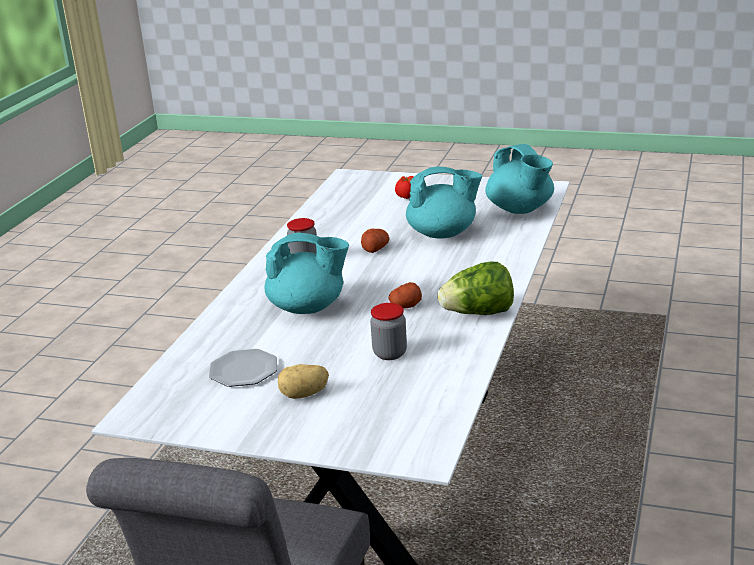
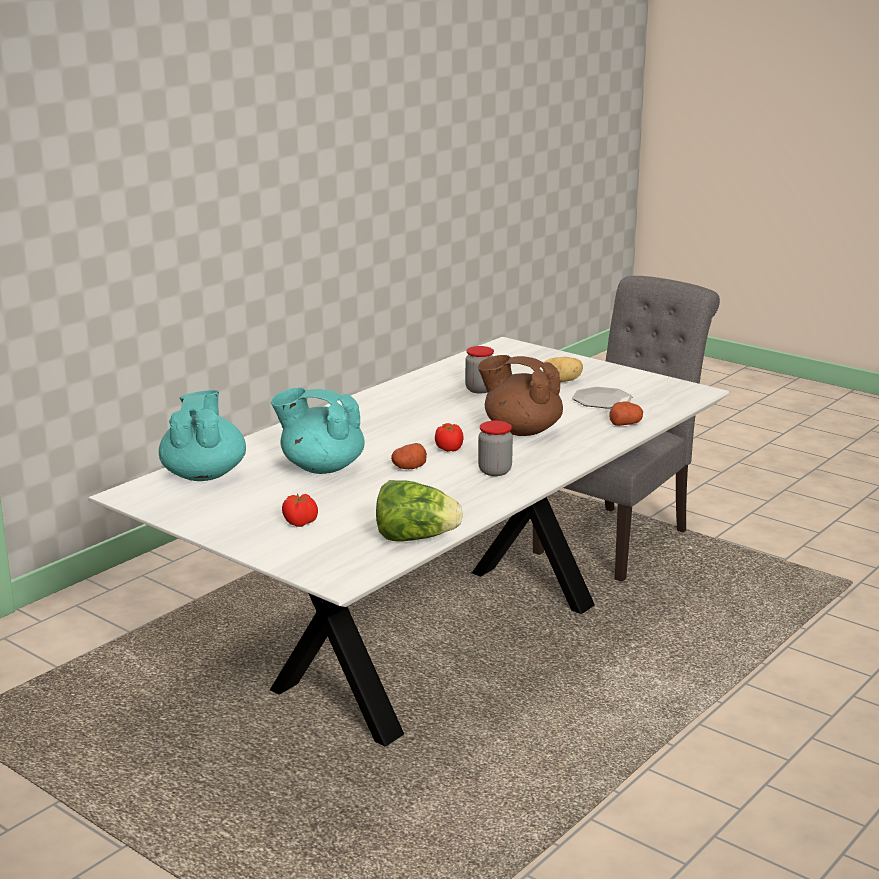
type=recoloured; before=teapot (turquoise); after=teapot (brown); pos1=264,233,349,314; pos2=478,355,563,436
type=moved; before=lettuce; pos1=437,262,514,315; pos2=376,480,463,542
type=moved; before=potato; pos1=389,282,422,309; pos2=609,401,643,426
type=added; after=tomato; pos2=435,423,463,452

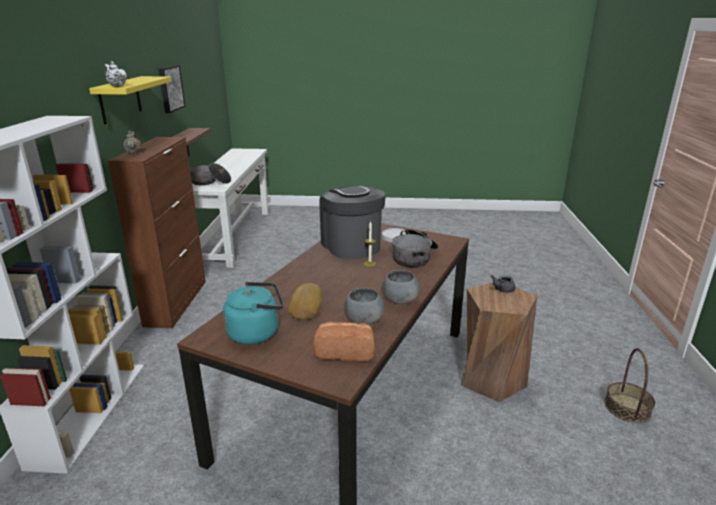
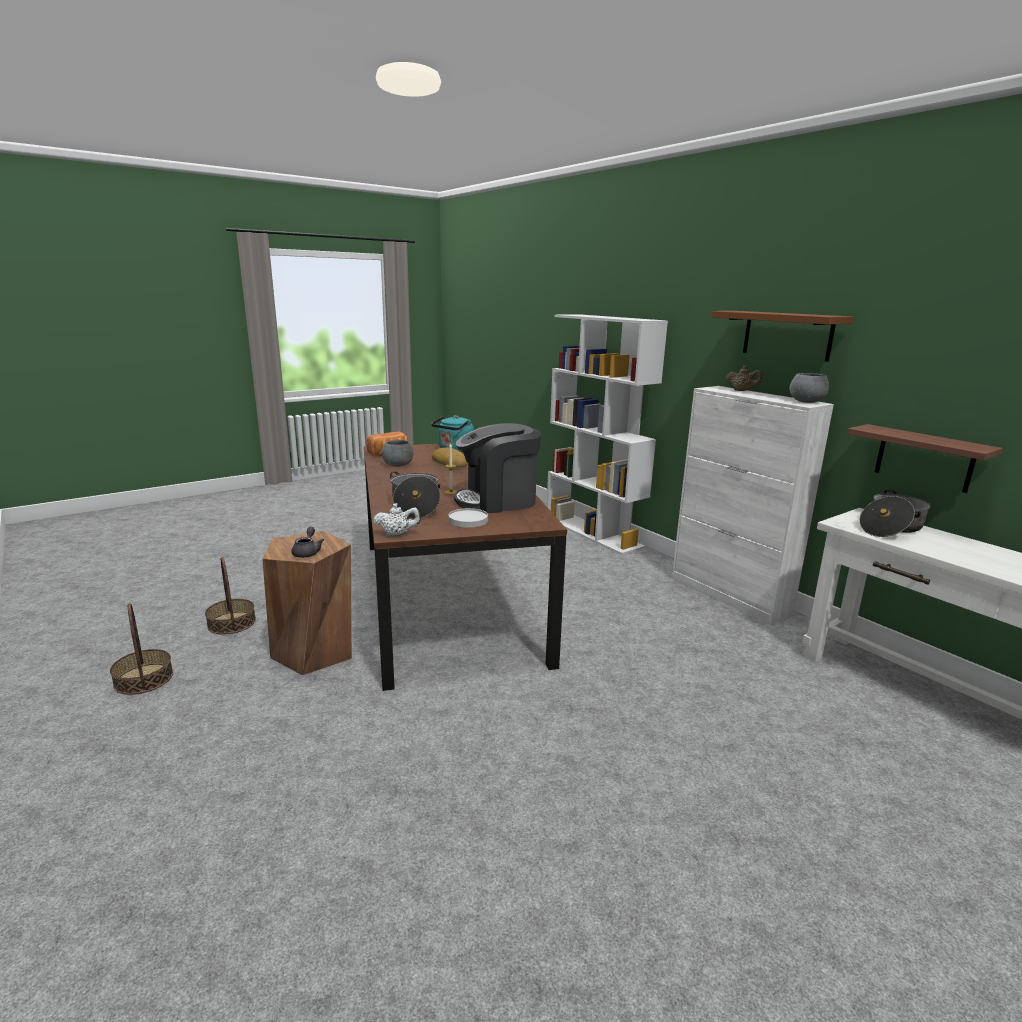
type=moved; before=teapot (white); pos1=104,61,127,87; pos2=373,503,421,536
type=removed; before=picture; pos1=158,65,186,113
type=recoloured; before=shelf (yellow); after=shelf (brown); pos1=89,76,172,124; pos2=712,311,854,362
type=recoloured; before=cabinet (brown); after=cabinet (white); pos1=108,137,206,328; pos2=672,386,834,625
type=turned; before=coffee machine; pos1=319,186,386,259; pos2=454,423,541,513; turn=135
type=moved; before=bowl (grey); pos1=382,270,419,304; pos2=789,373,829,403
type=added; after=basket; pos2=205,557,256,635

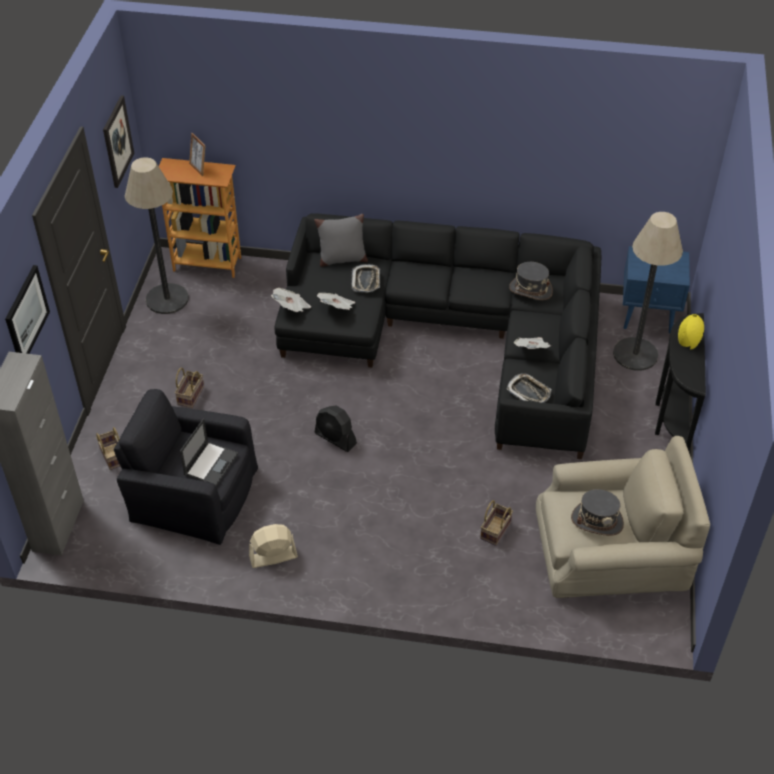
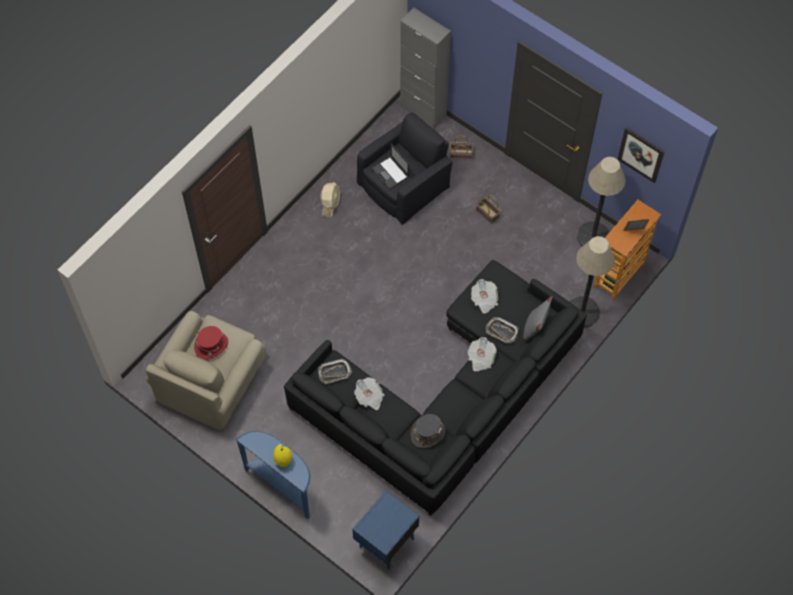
type=moved; before=floor lamp; pos1=613,212,683,371; pos2=569,236,615,328
type=removed; before=picture; pos1=5,265,50,354
type=moved; before=newspaper; pos1=271,288,311,312; pos2=467,337,497,371
type=recoloured; before=console table (black); after=console table (blue); pos1=655,313,706,451; pos2=236,431,310,519
type=removed; before=fan (black); pos1=315,406,357,452
type=recoloured; before=hat (grey); after=hat (red); pos1=571,489,624,536; pos2=194,326,228,360
type=removed; before=basket; pos1=480,500,513,546

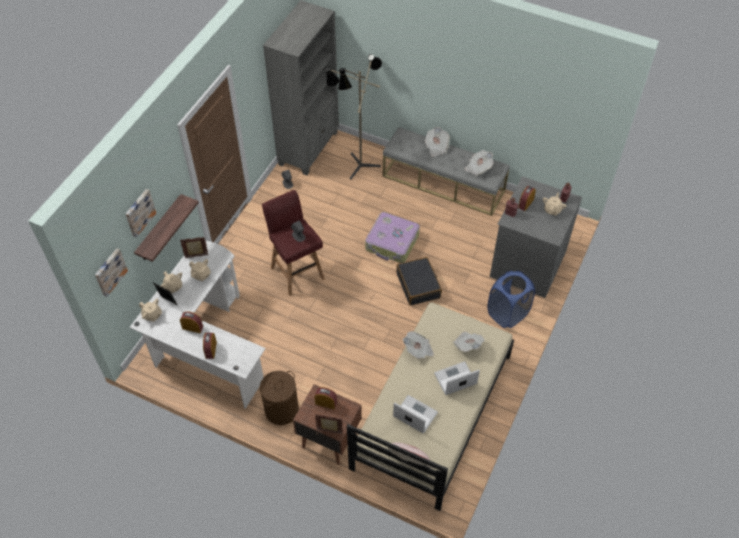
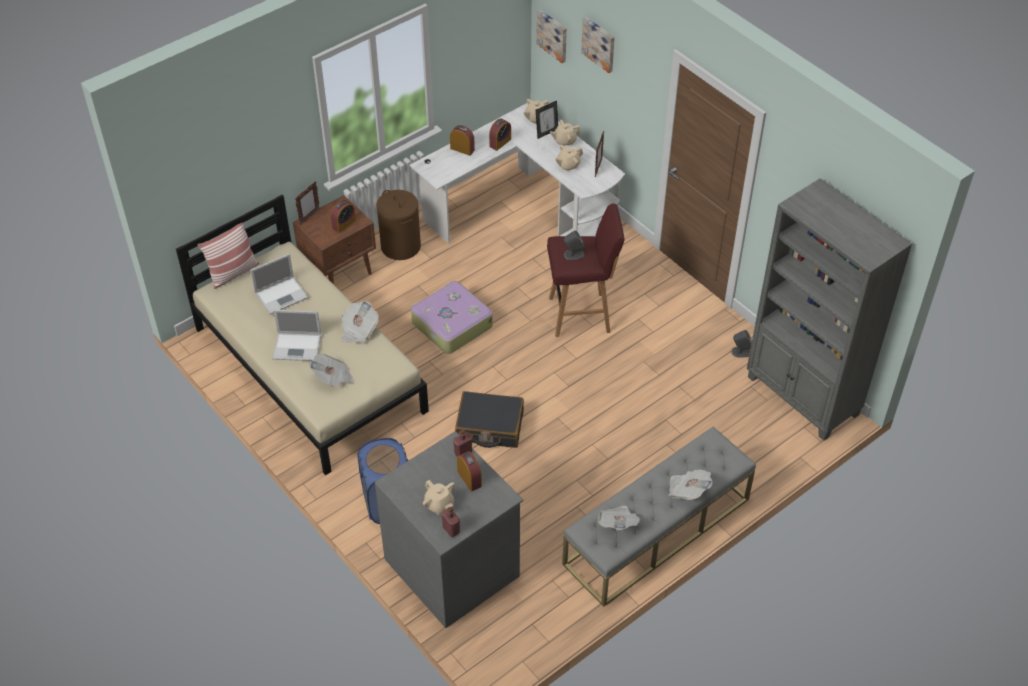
type=removed; before=floor lamp; pos1=324,54,382,179
type=removed; before=shelf; pos1=134,194,199,262
type=moved; before=suitcase; pos1=365,212,420,263; pos2=411,281,493,354
type=turned; before=laptop; pos1=434,361,480,395; pos2=272,310,321,361; turn=90

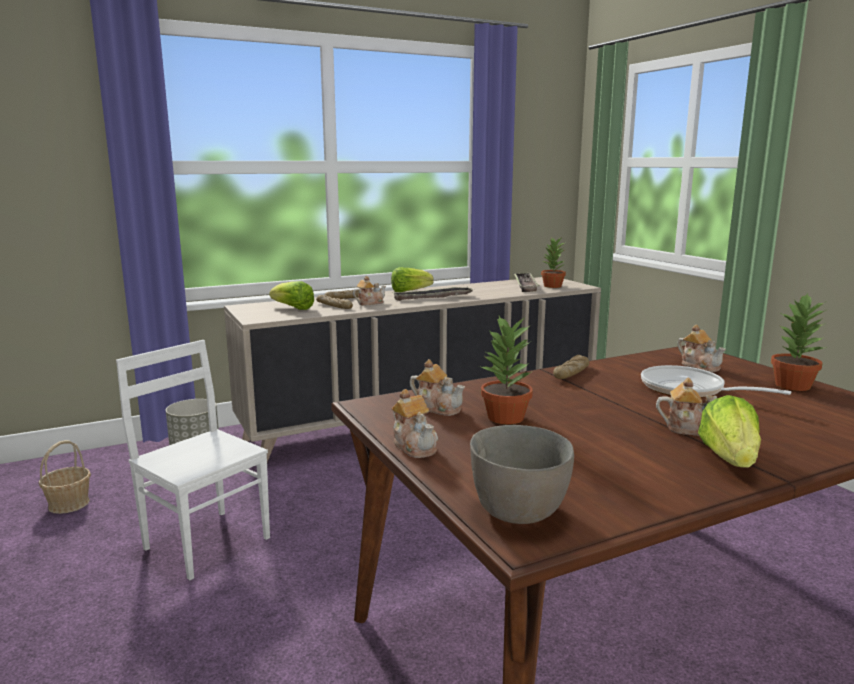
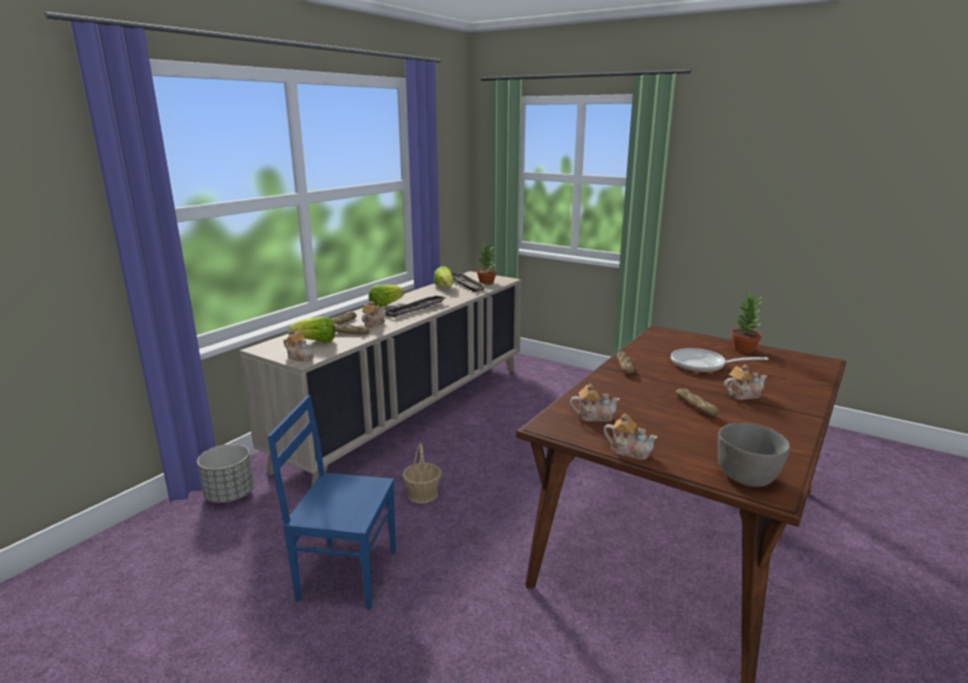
type=removed; before=potted plant; pos1=479,316,533,424
type=moved; before=teapot; pos1=677,324,726,372; pos2=283,329,314,362
type=recoloured; before=chair (white); after=chair (blue); pos1=116,340,270,580; pos2=267,395,396,610
type=moved; before=lettuce; pos1=698,395,761,468; pos2=434,266,453,288
type=moved; before=basket; pos1=39,440,91,514; pos2=403,443,441,503
type=added; after=bread; pos2=676,389,719,416

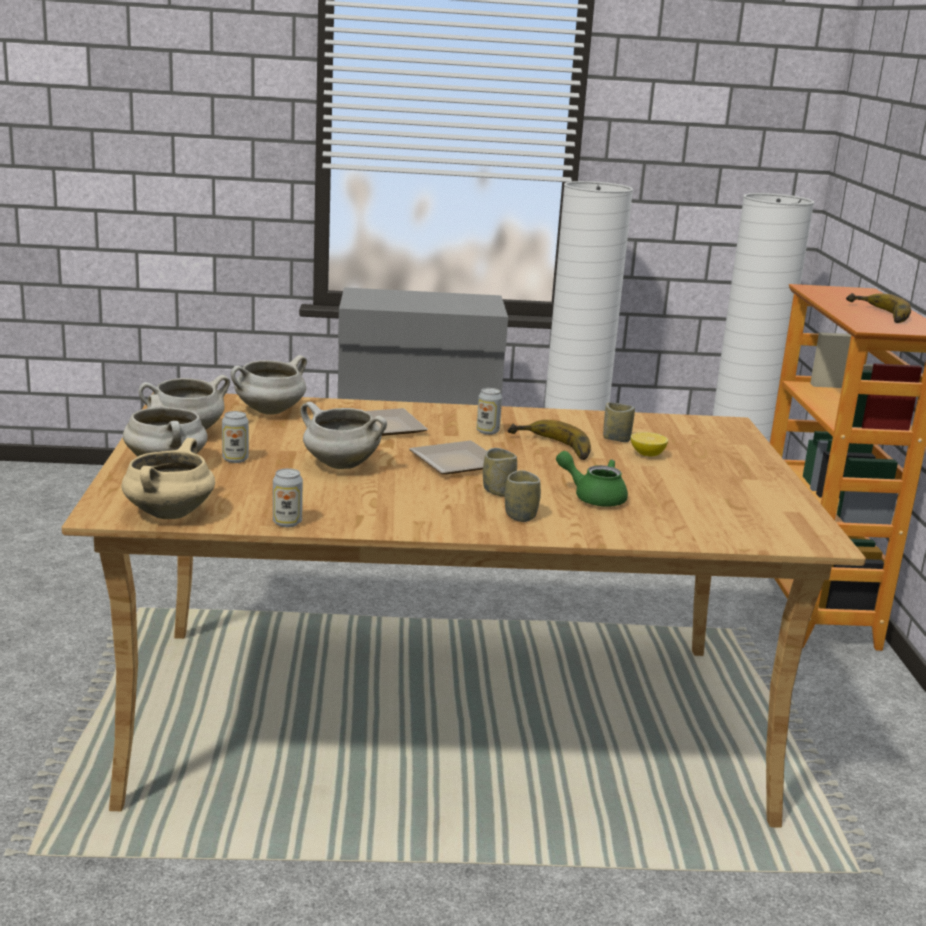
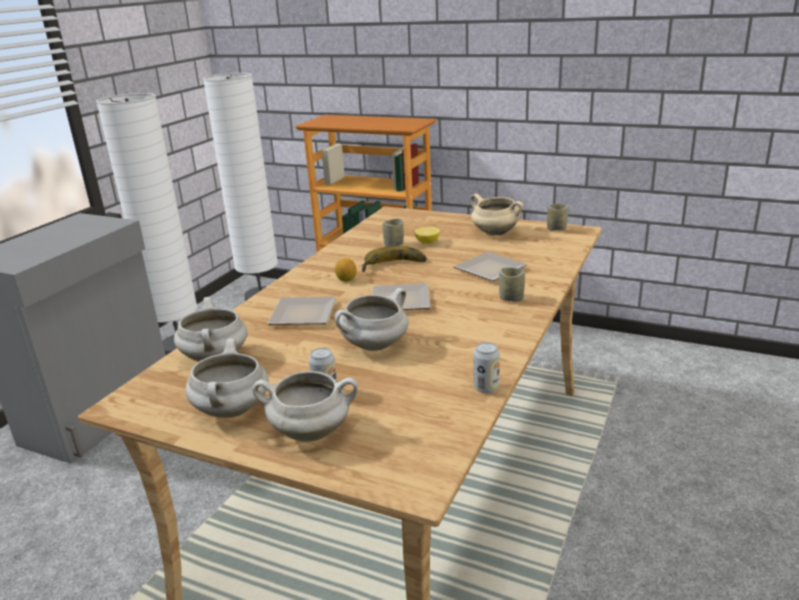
type=removed; before=banana; pos1=846,293,911,323
type=replaced; before=can; after=lemon; pos1=477,388,502,435; pos2=335,258,357,282
type=moved; before=cooking pot (beige); pos1=121,438,215,519; pos2=470,194,523,236
type=moved; before=cup; pos1=483,448,517,497; pos2=547,204,568,230
type=replaced; before=teapot (green); after=plate; pos1=556,451,628,507; pos2=453,252,527,281

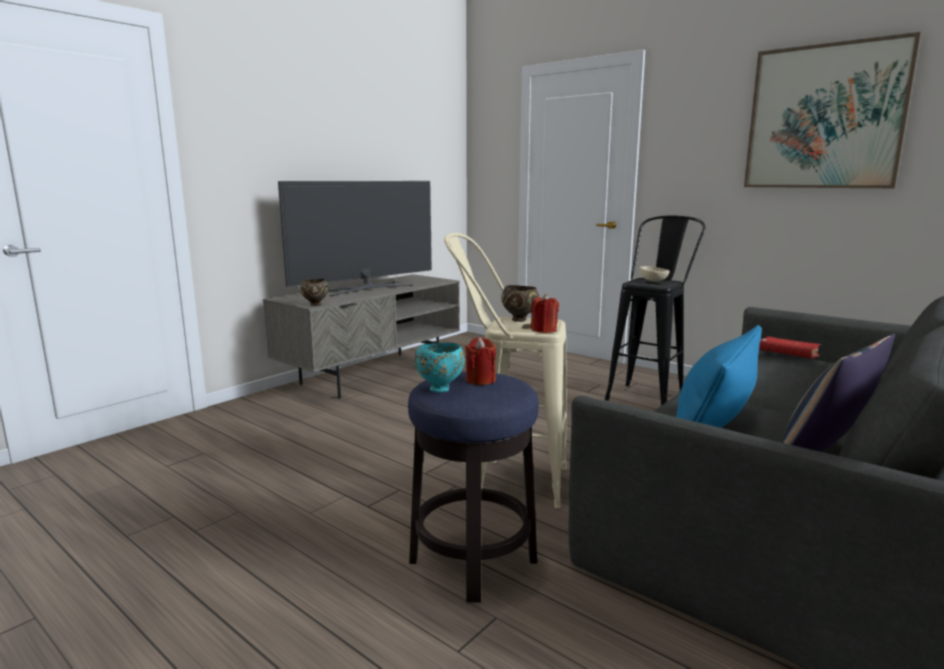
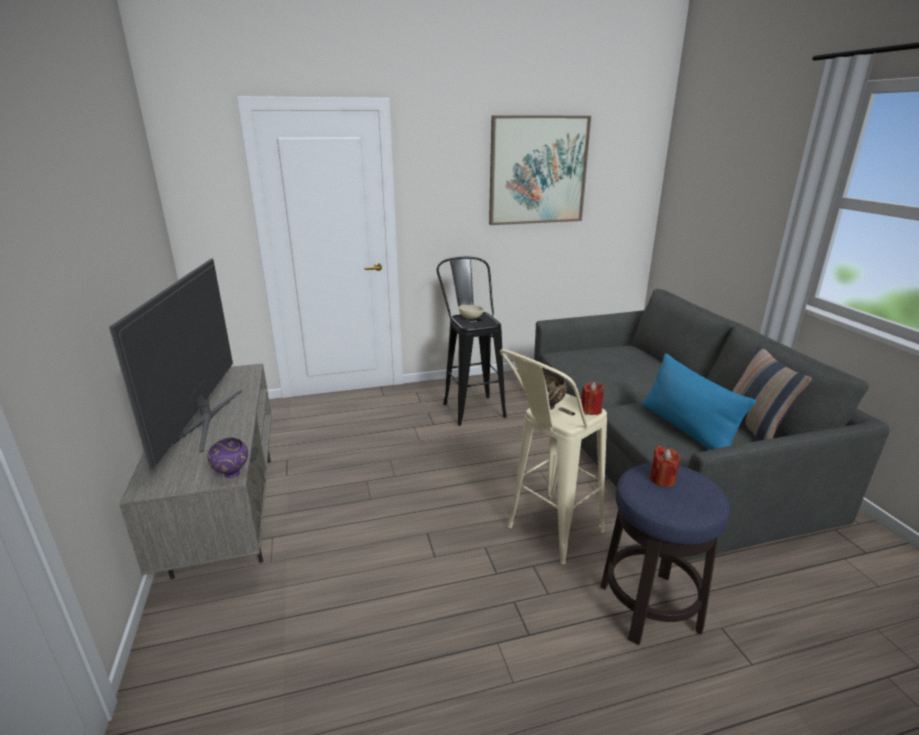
type=recoloured; before=bowl (brown); after=bowl (purple); pos1=300,278,329,306; pos2=207,438,248,478
type=removed; before=book (red); pos1=759,336,821,359
type=removed; before=bowl (turquoise); pos1=414,343,465,393

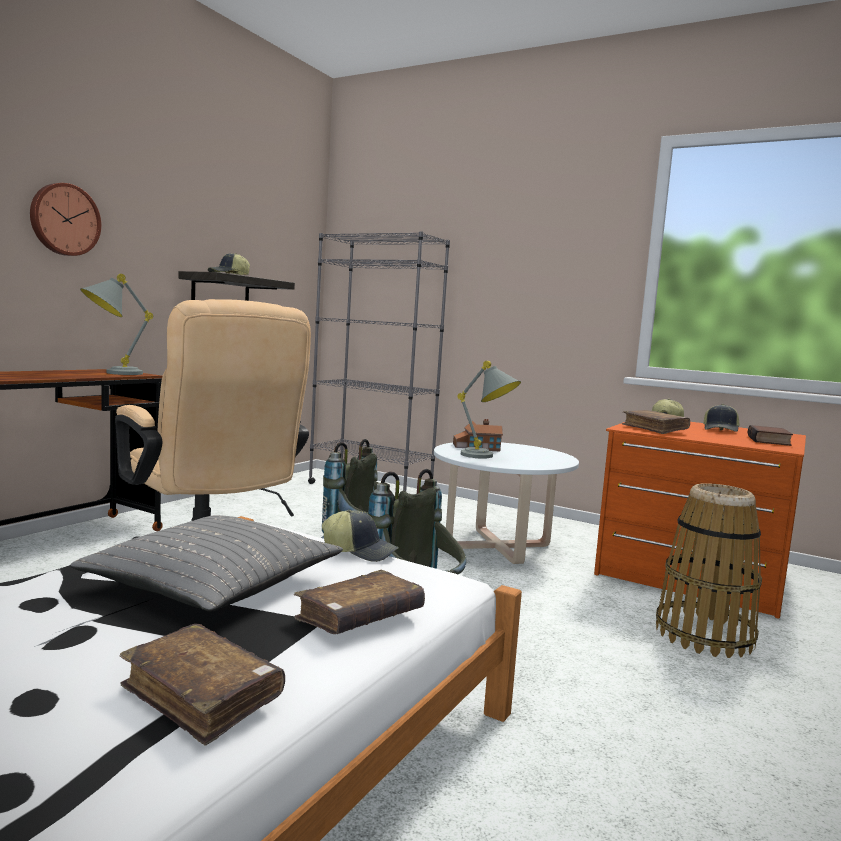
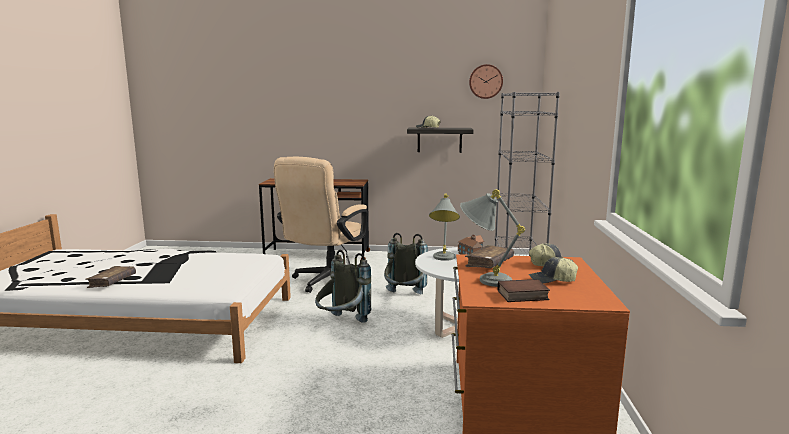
type=moved; before=wall clock; pos1=30,183,101,256; pos2=469,64,503,99
type=moved; before=table lamp (grey); pos1=80,274,153,375; pos2=460,189,525,287
type=removed; before=basket; pos1=656,483,762,658
type=removed; before=cap; pos1=322,510,399,562
type=removed; before=pillow (grey); pos1=70,515,343,612
type=removed; before=book (brown); pos1=294,570,425,634

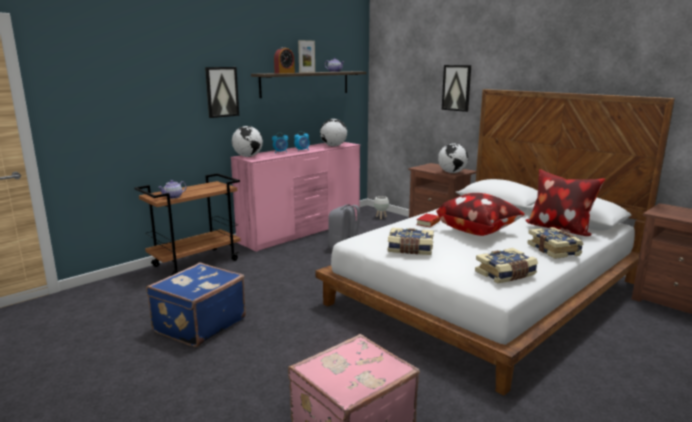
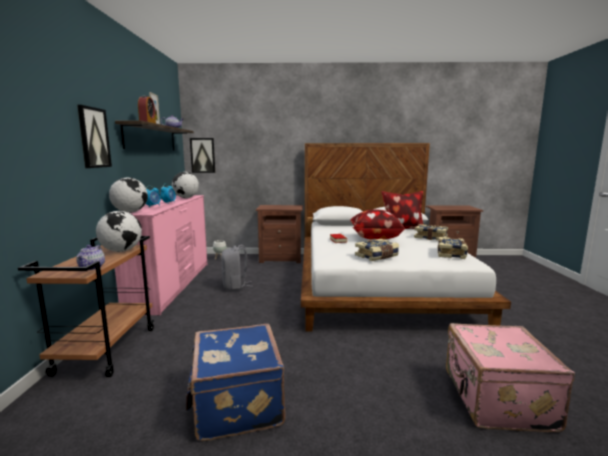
type=moved; before=picture; pos1=442,65,471,112; pos2=190,138,215,173
type=moved; before=globe; pos1=438,143,468,173; pos2=96,211,142,252

